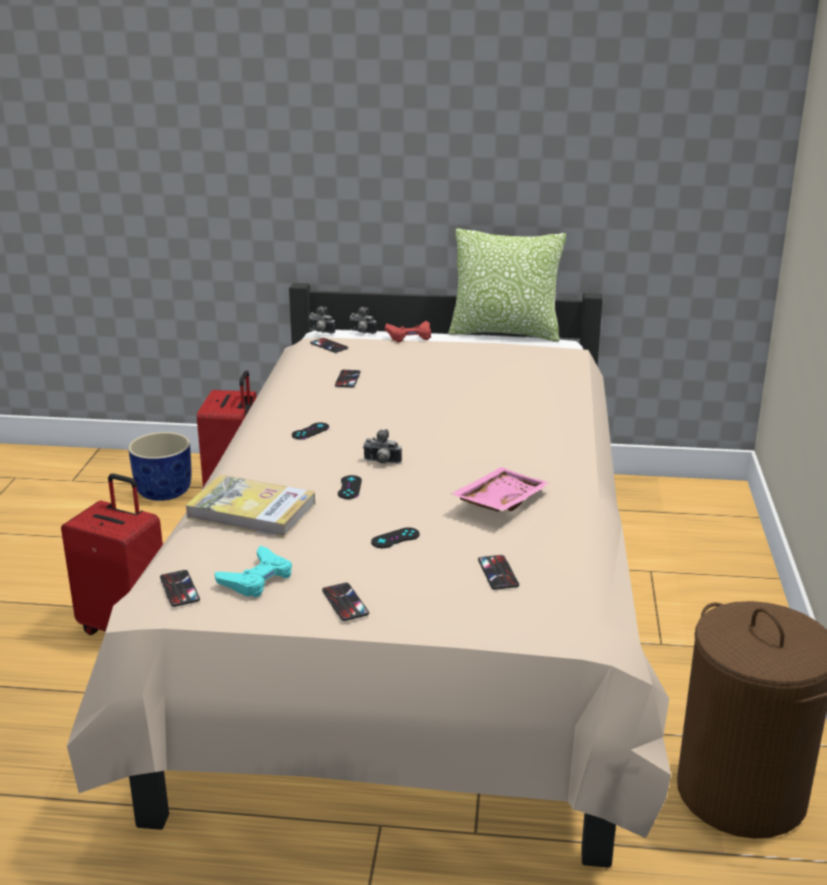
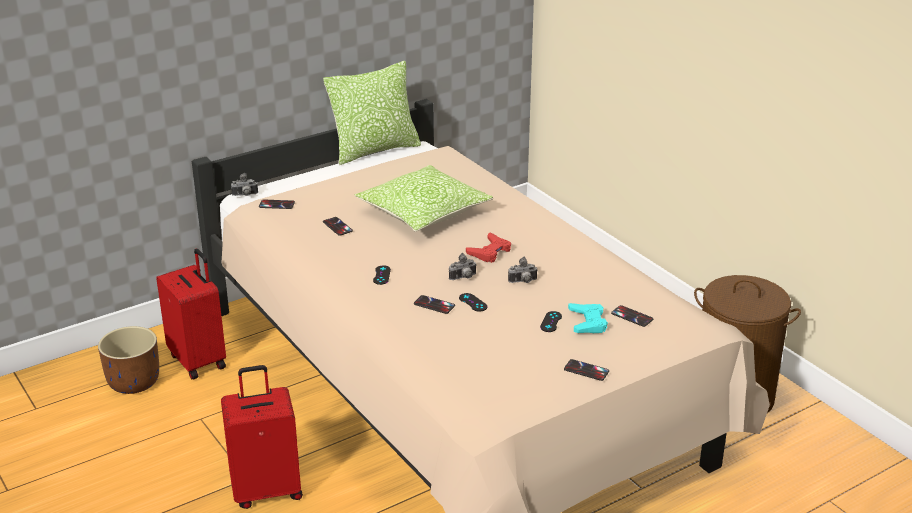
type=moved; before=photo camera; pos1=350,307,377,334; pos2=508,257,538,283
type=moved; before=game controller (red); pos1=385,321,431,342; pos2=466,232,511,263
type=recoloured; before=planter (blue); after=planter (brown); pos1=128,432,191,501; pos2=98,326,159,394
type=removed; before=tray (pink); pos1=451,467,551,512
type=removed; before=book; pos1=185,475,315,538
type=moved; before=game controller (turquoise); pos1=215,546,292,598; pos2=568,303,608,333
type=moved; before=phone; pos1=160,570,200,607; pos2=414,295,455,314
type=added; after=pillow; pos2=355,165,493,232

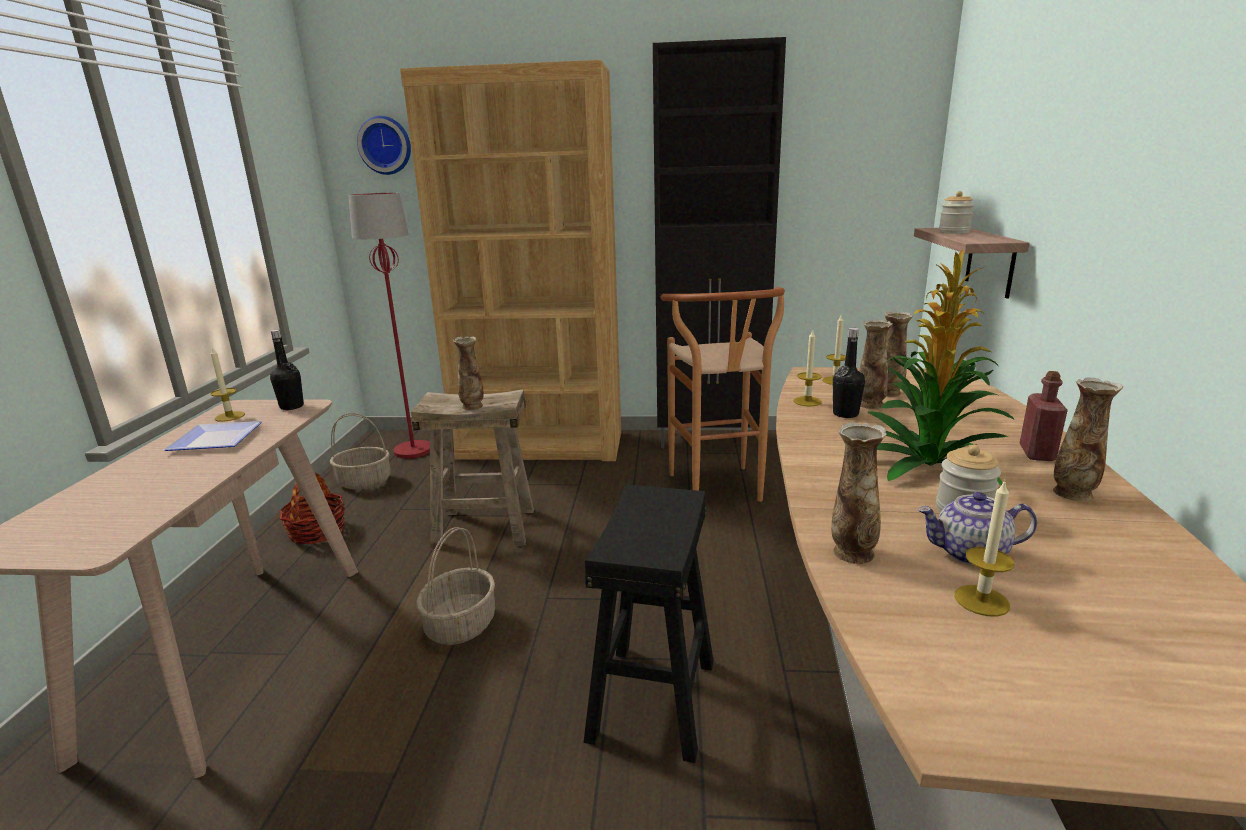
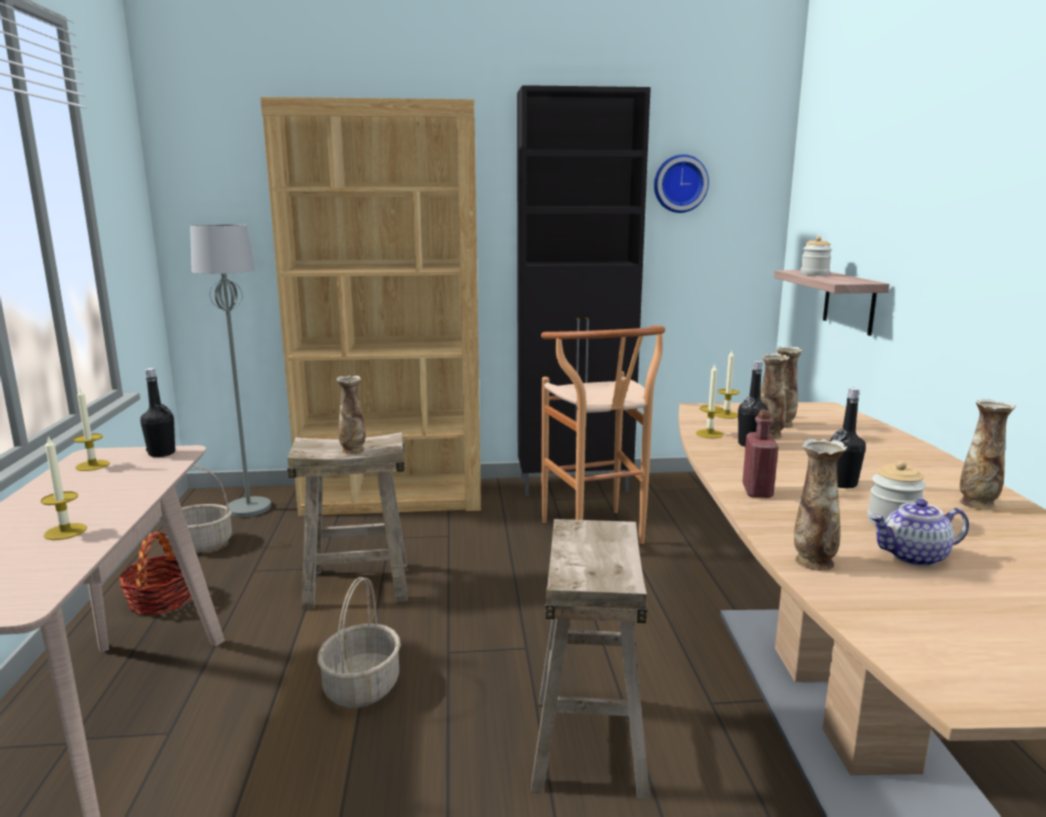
type=moved; before=wall clock; pos1=357,116,411,175; pos2=654,154,709,213
type=recoloured; before=floor lamp (red); after=floor lamp (grey); pos1=348,192,430,459; pos2=190,224,271,517
type=replaced; before=potted plant; after=bottle (black); pos1=868,249,1015,485; pos2=829,388,866,488
type=moved; before=bottle (red); pos1=1019,371,1068,461; pos2=742,410,778,498
type=removed; before=plate; pos1=164,421,262,451
type=moved; before=candle; pos1=954,479,1014,617; pos2=41,436,87,540
type=recoloured; before=stool (black); after=stool (beige); pos1=583,484,714,763; pos2=531,519,650,799

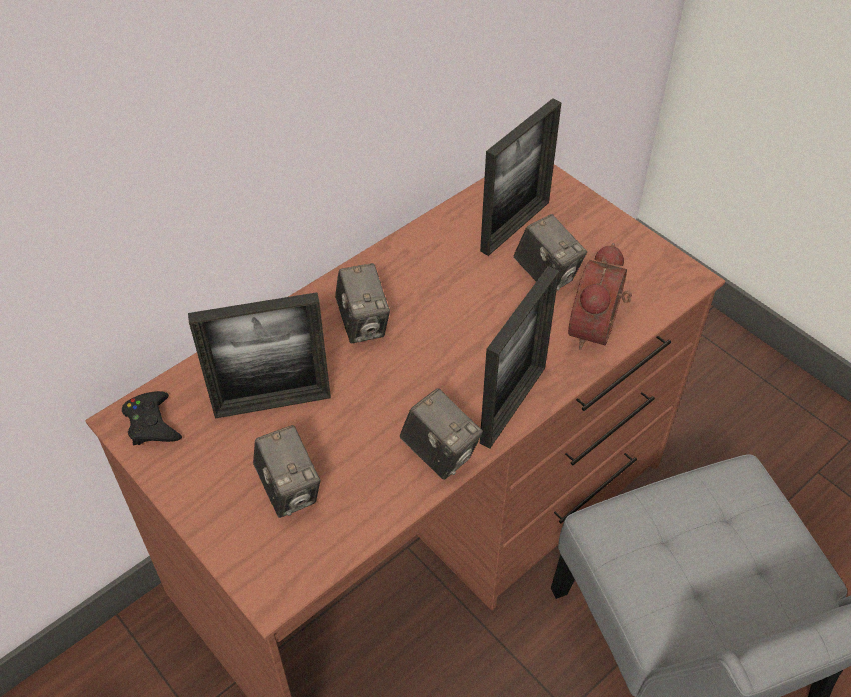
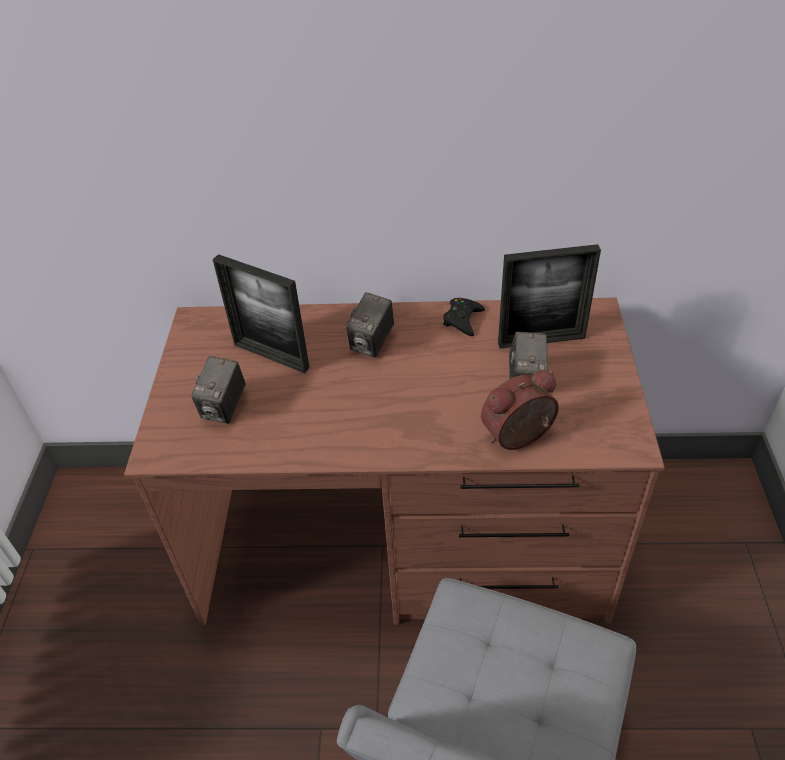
type=removed; before=picture frame; pos1=480,266,559,449
type=removed; before=photo camera; pos1=400,388,483,480
type=moved; before=game controller (black); pos1=122,391,182,445; pos2=443,298,485,336

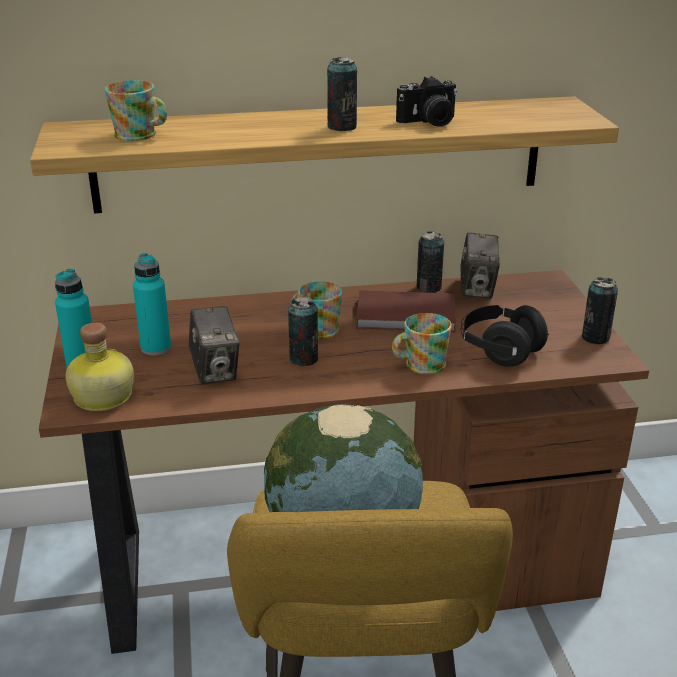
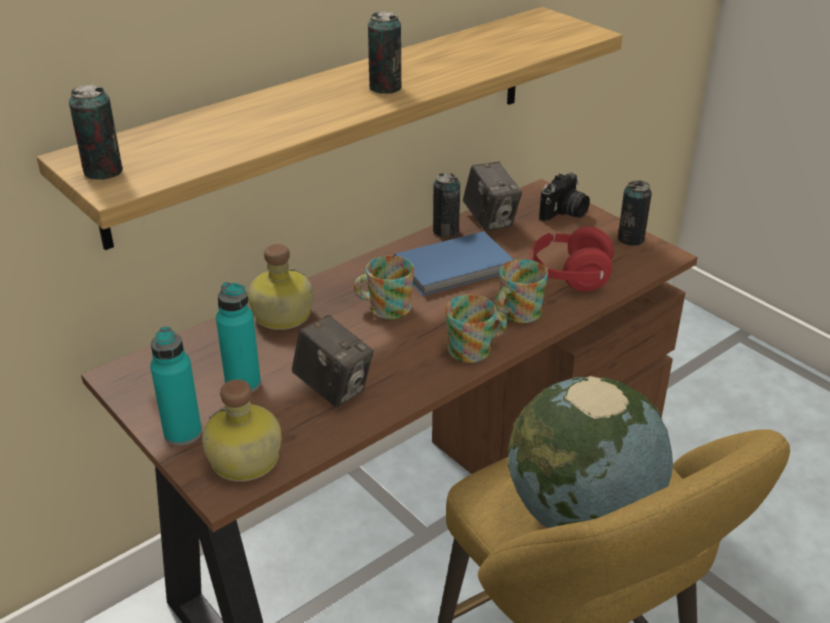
type=moved; before=photo camera; pos1=396,76,457,127; pos2=539,173,590,221
type=moved; before=mug; pos1=104,80,167,141; pos2=445,295,507,363
type=recoloured; before=book (brown); after=book (blue); pos1=356,290,456,333; pos2=394,231,514,296
type=moved; before=can; pos1=288,296,318,366; pos2=69,84,123,180
type=recoloured; before=headphones (black); after=headphones (red); pos1=461,305,549,367; pos2=529,227,614,292
type=added; after=bottle; pos2=248,244,313,330

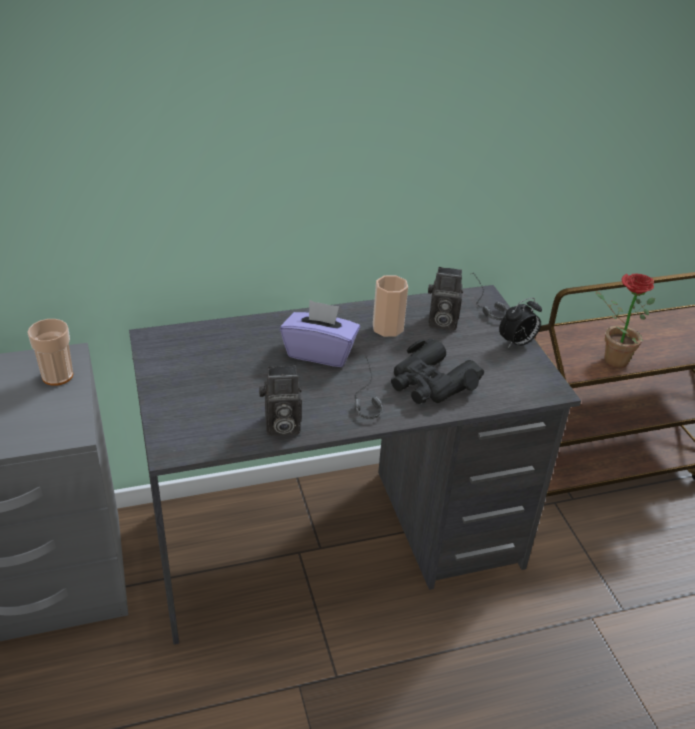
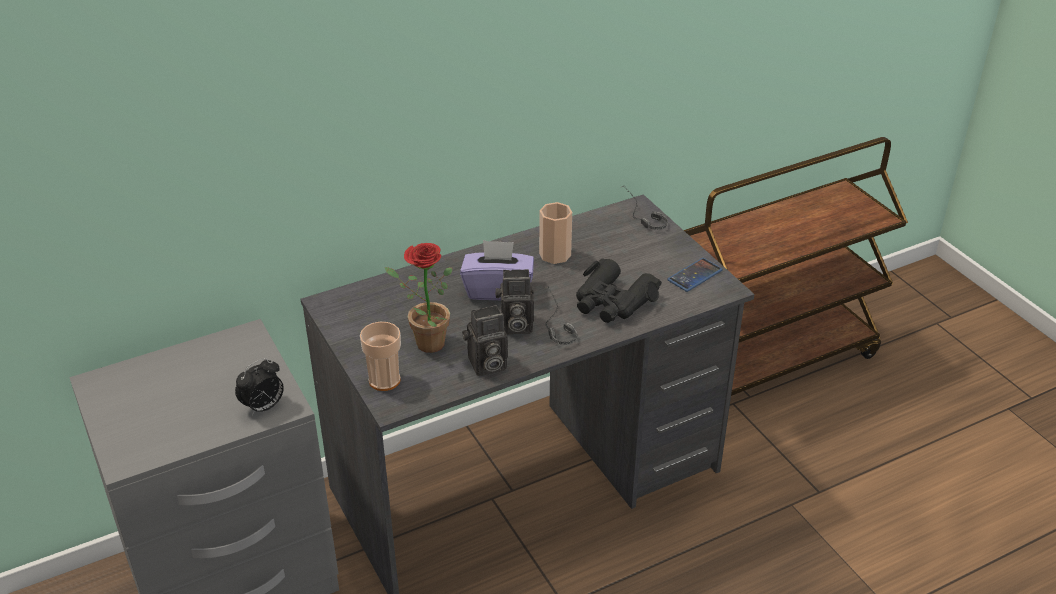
type=moved; before=photo camera; pos1=428,267,463,331; pos2=495,269,534,334
type=moved; before=potted plant; pos1=595,273,655,368; pos2=385,243,452,353
type=moved; before=alarm clock; pos1=499,298,542,348; pos2=235,358,284,415
type=moved; before=cup; pos1=27,319,73,386; pos2=360,322,401,391
type=added; after=phone; pos2=667,258,723,292

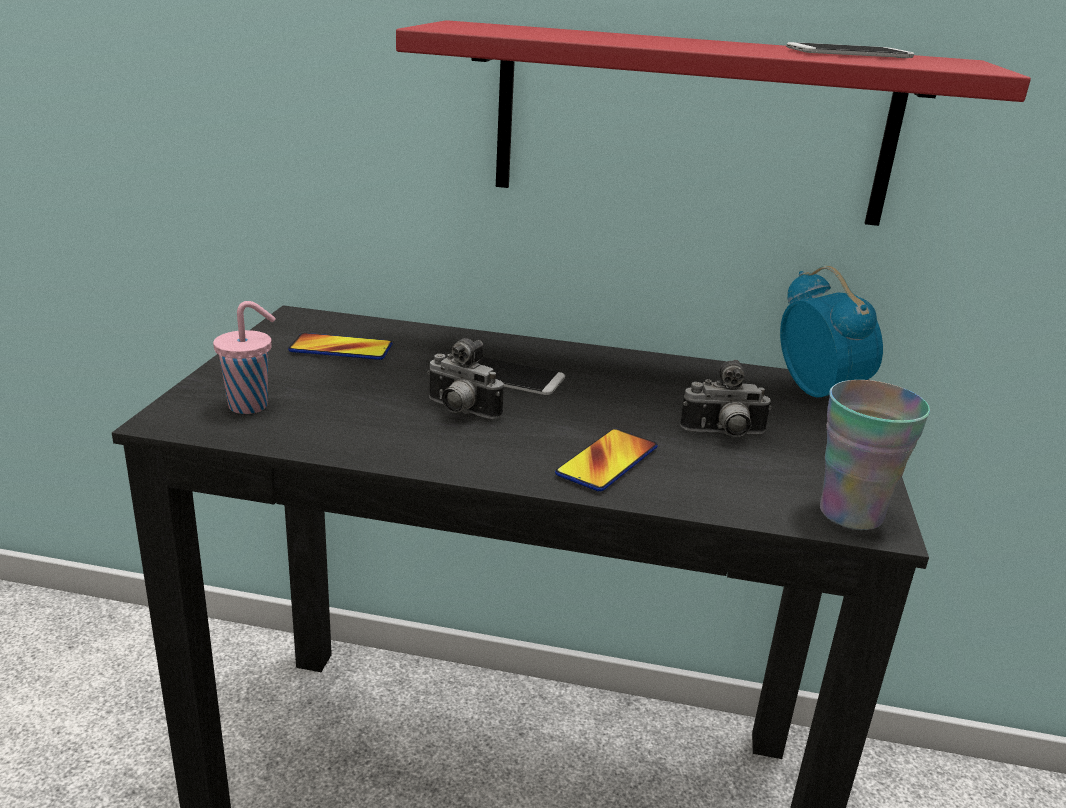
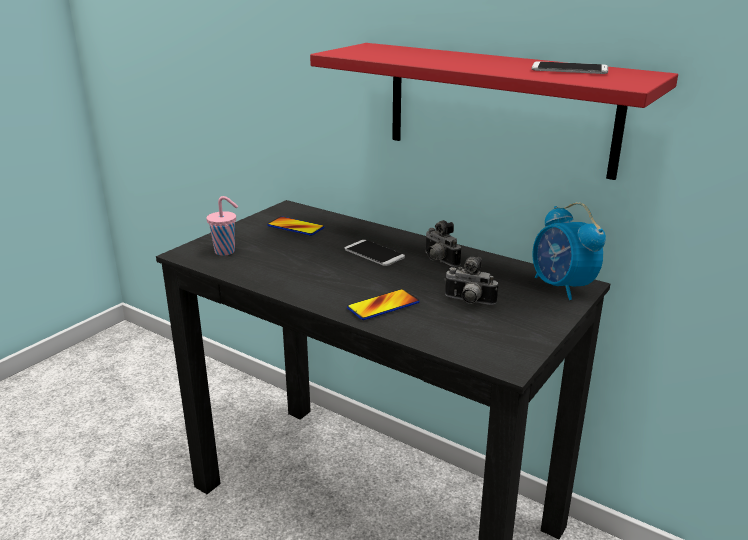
type=turned; before=alarm clock; pos1=780,266,883,397; pos2=532,202,606,300; turn=150
type=moved; before=photo camera; pos1=427,338,504,419; pos2=425,220,461,267
type=removed; before=cup; pos1=820,380,930,530

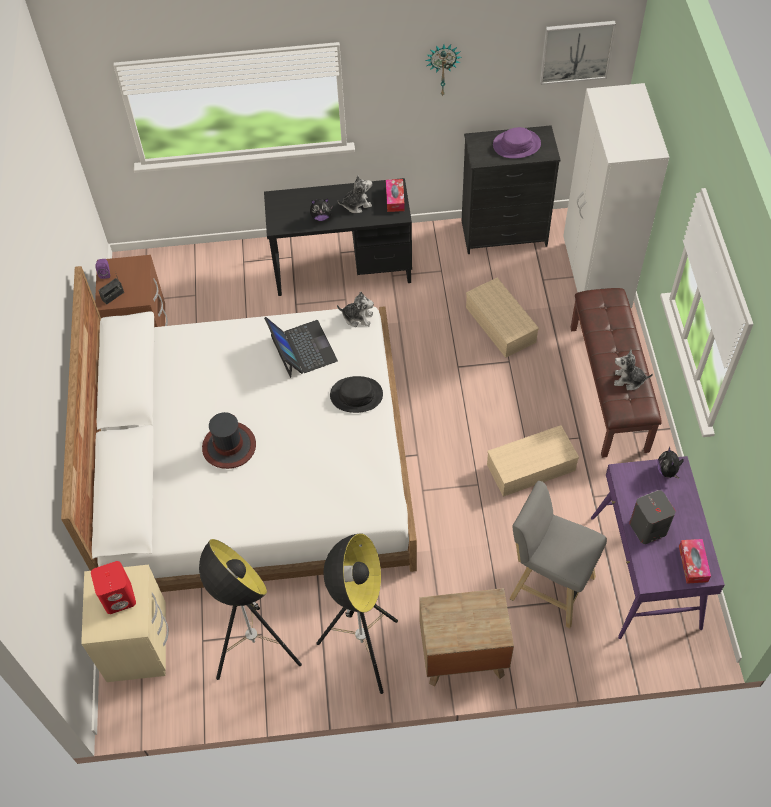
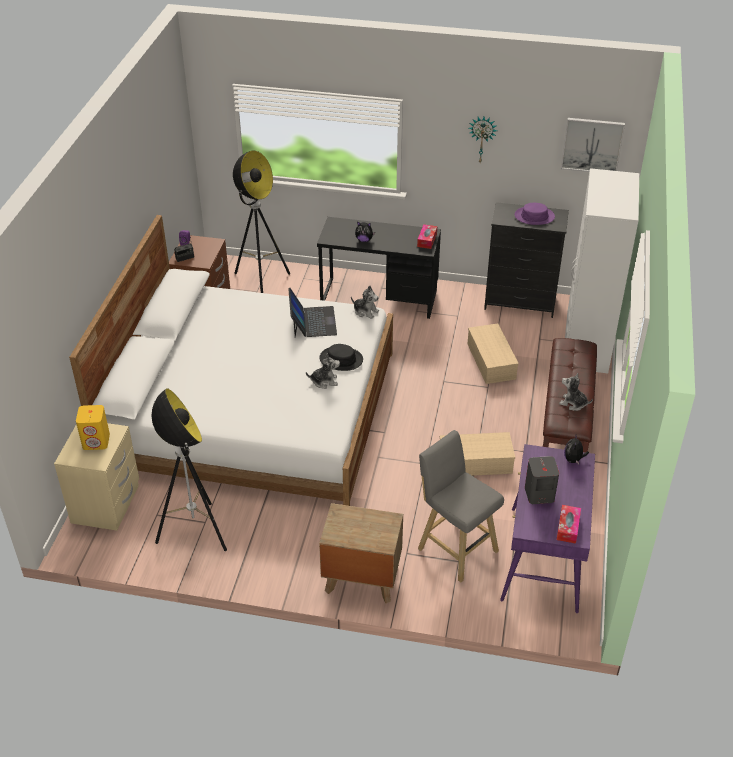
type=moved; before=plush toy; pos1=338,176,372,213; pos2=306,353,340,389
type=removed; before=hat; pos1=202,412,256,469
type=moved; before=floor lamp; pos1=316,534,398,694; pos2=233,151,290,293
type=recoloured; before=speaker (red); after=speaker (yellow); pos1=91,561,136,614; pos2=76,405,110,450

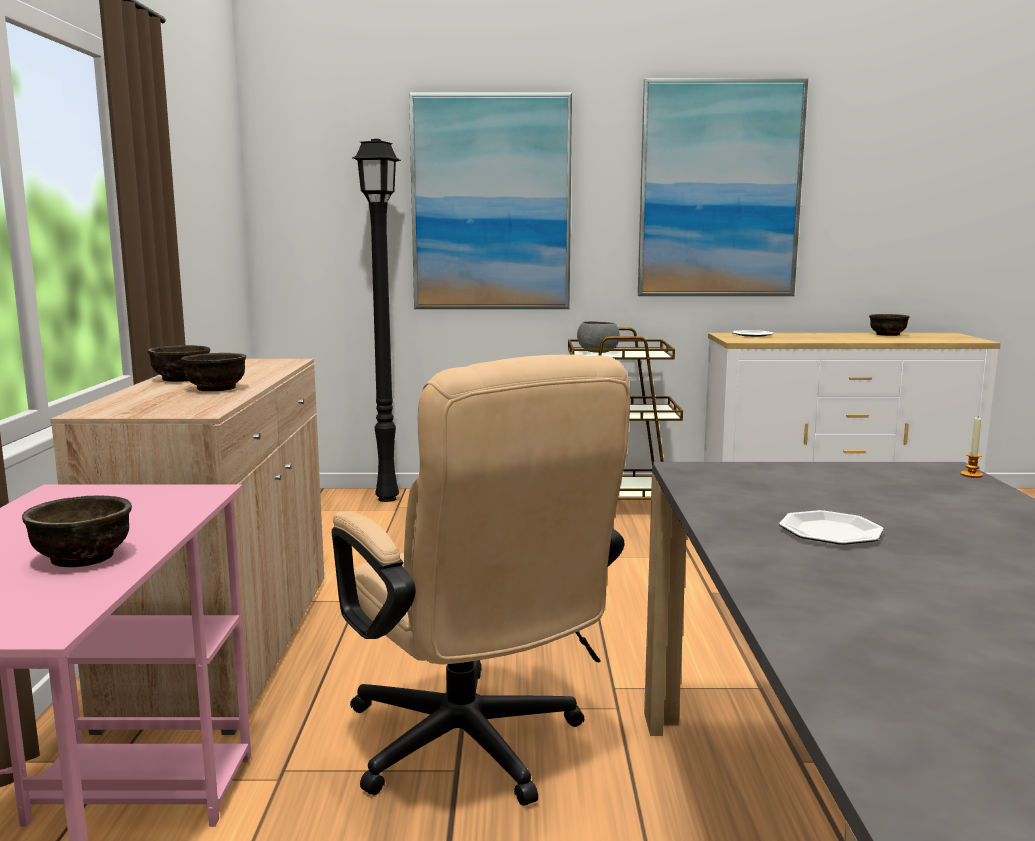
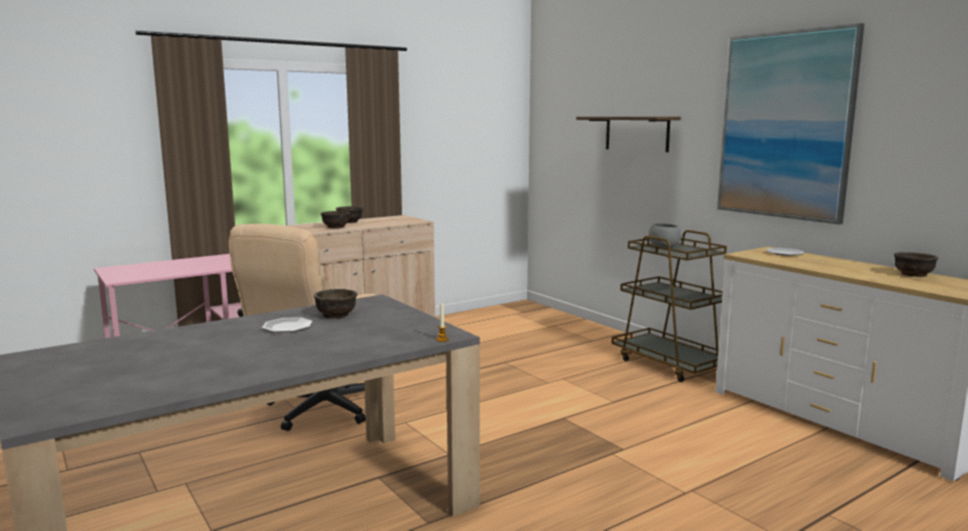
type=replaced; before=picture; after=shelf; pos1=409,92,572,309; pos2=576,117,681,152
type=removed; before=floor lamp (black); pos1=352,139,401,502
type=moved; before=bowl (brown); pos1=22,496,132,567; pos2=314,289,357,319

